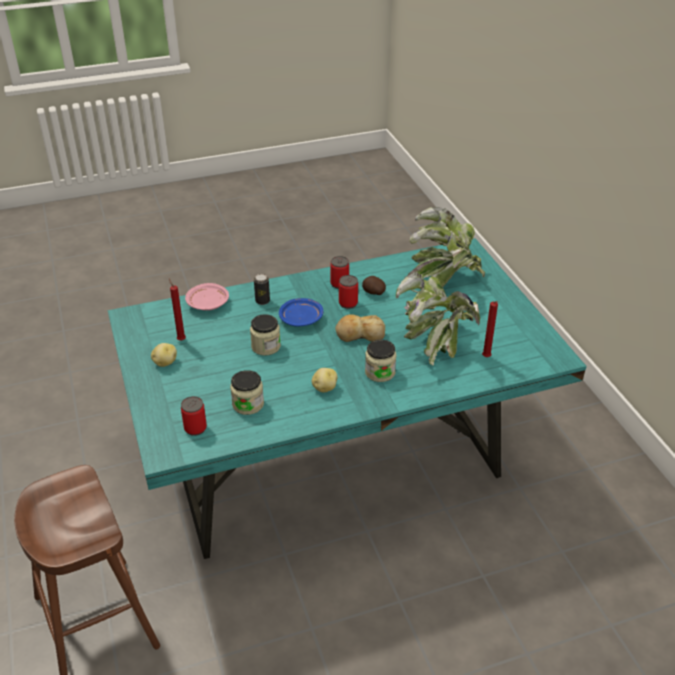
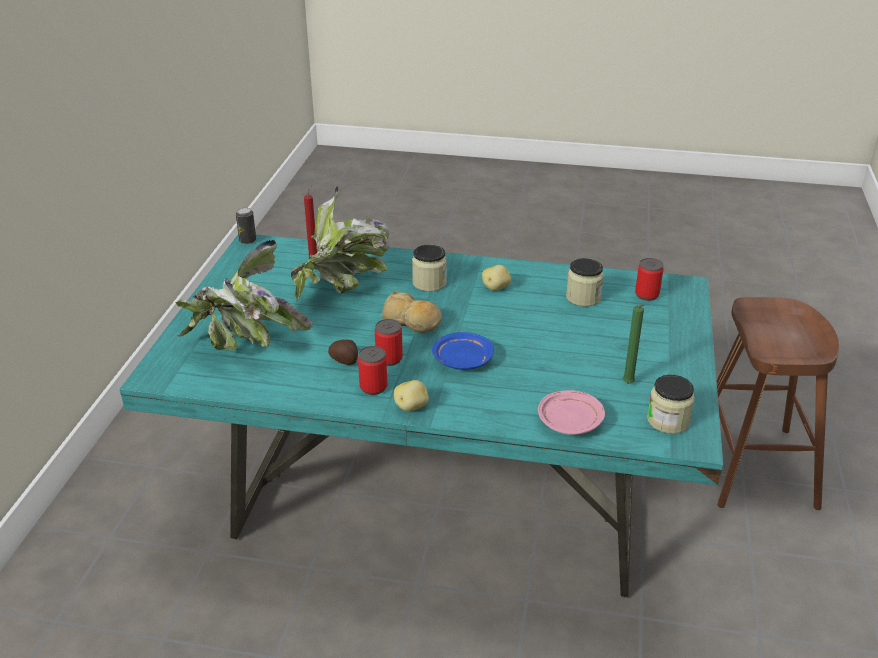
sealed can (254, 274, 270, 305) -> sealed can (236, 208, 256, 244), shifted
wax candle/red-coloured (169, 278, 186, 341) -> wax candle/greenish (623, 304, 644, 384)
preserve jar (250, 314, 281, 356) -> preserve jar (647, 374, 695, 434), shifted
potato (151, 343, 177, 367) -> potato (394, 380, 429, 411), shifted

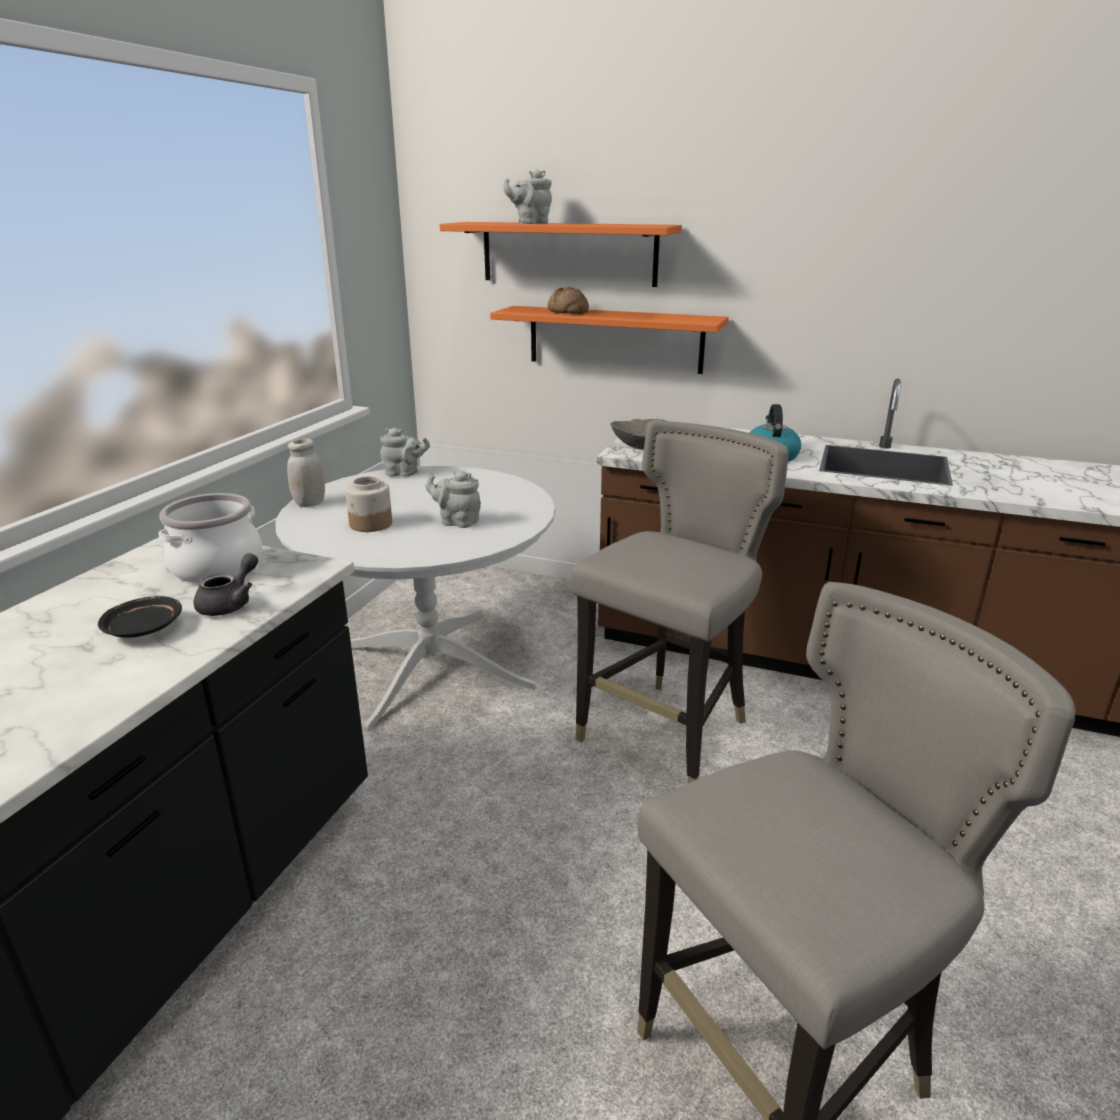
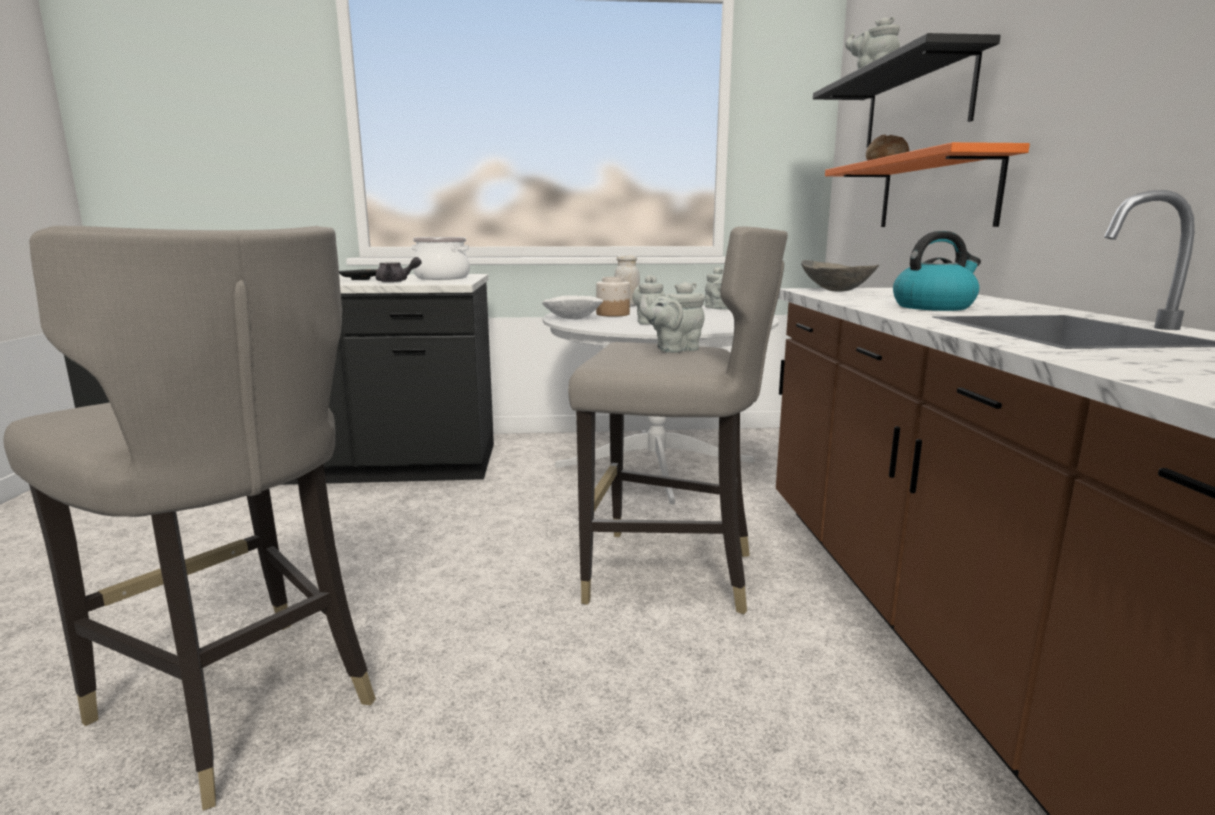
shelf/orange (440, 222, 682, 287) -> shelf/blackish (813, 33, 1001, 148)
none -> teapot/grey (640, 282, 705, 353)
none -> deep dish/white (542, 295, 603, 319)

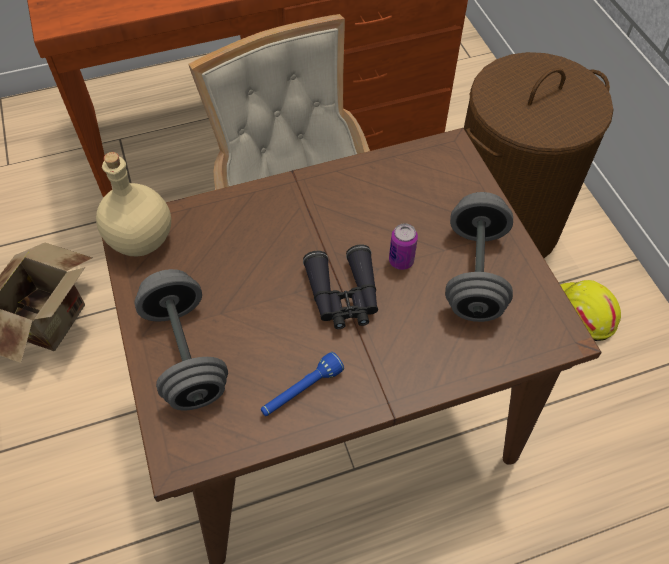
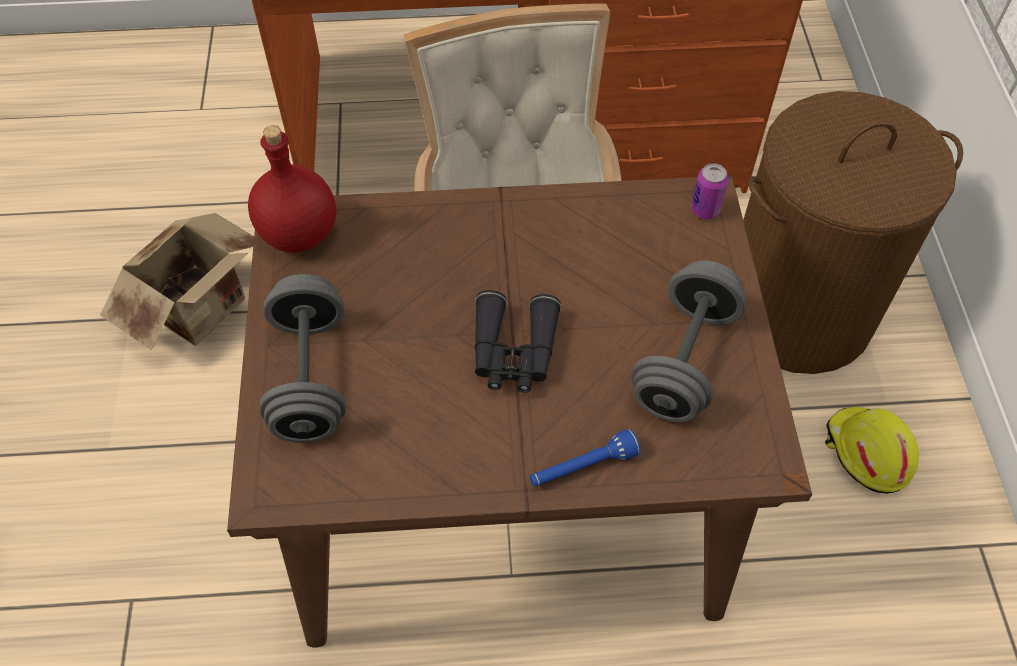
drink bottle/beige (96, 152, 171, 257) -> drink bottle/red-coloured (248, 125, 336, 253)
sealed can (389, 223, 418, 270) -> sealed can (691, 163, 728, 220), shifted
flashlight/bluish (261, 352, 344, 416) -> flashlight/bluish (530, 429, 640, 486), shifted

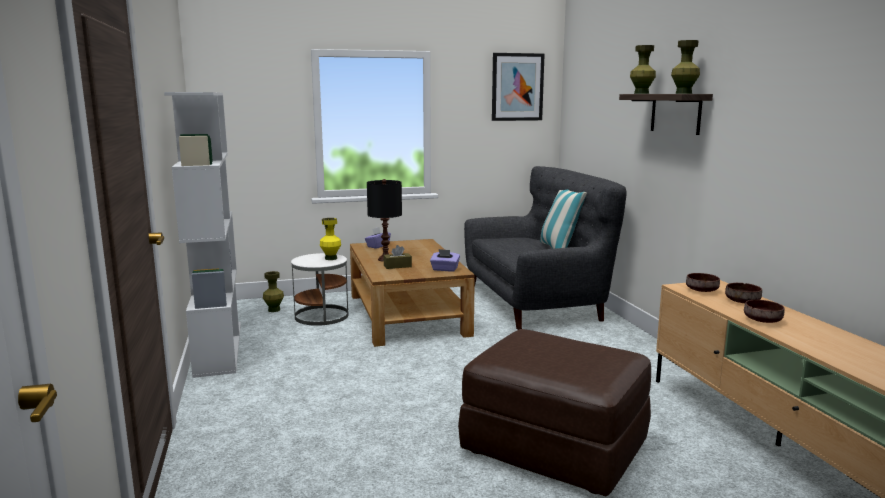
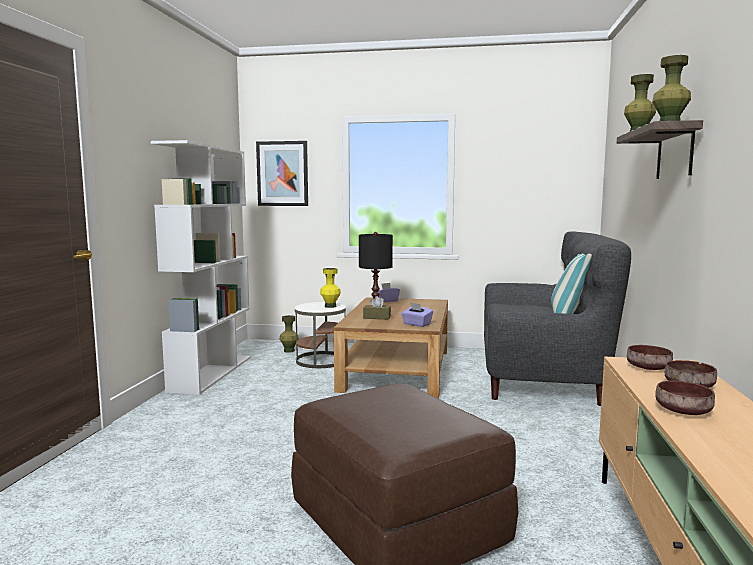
wall art (492, 53, 545, 121) -> wall art (256, 141, 308, 206), shifted

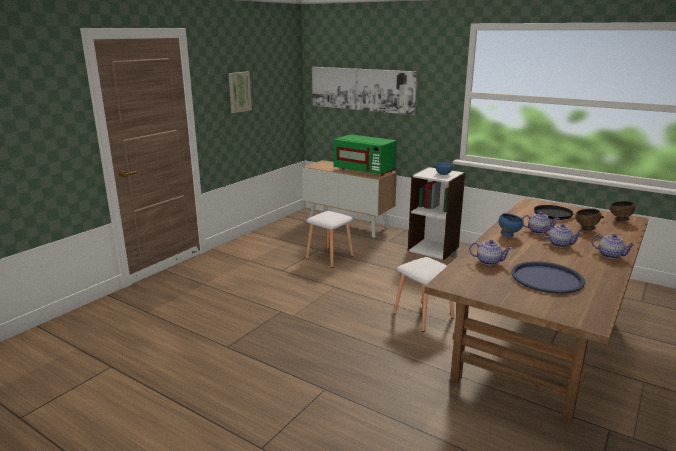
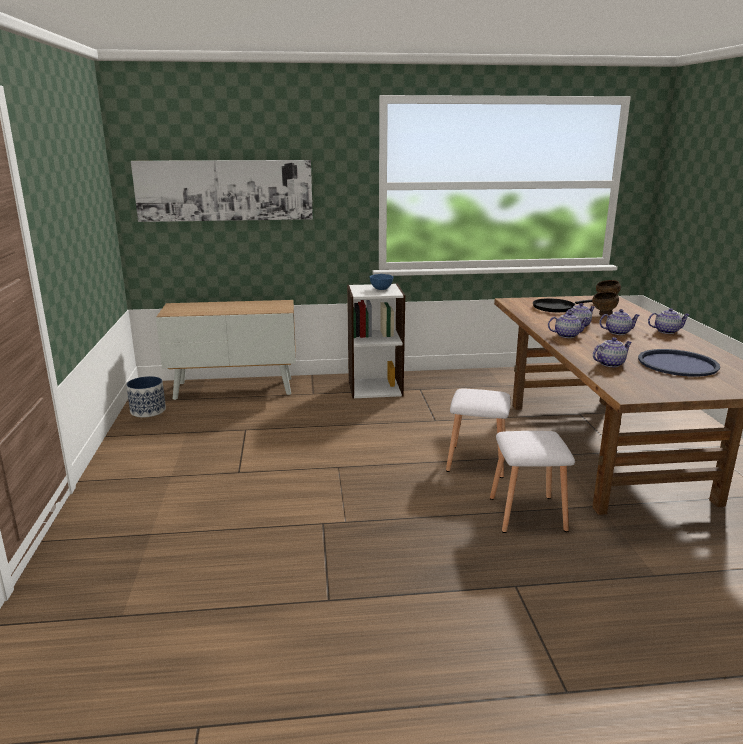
wall art (228, 72, 252, 113) -> none
kitchen microwave/greenish (333, 134, 397, 176) -> none
stool/white (306, 211, 354, 268) -> stool/white (490, 431, 575, 533), shifted
deep dish/bluish (499, 213, 524, 237) -> teapot (548, 312, 589, 338)
none -> flower pot (126, 376, 166, 417)

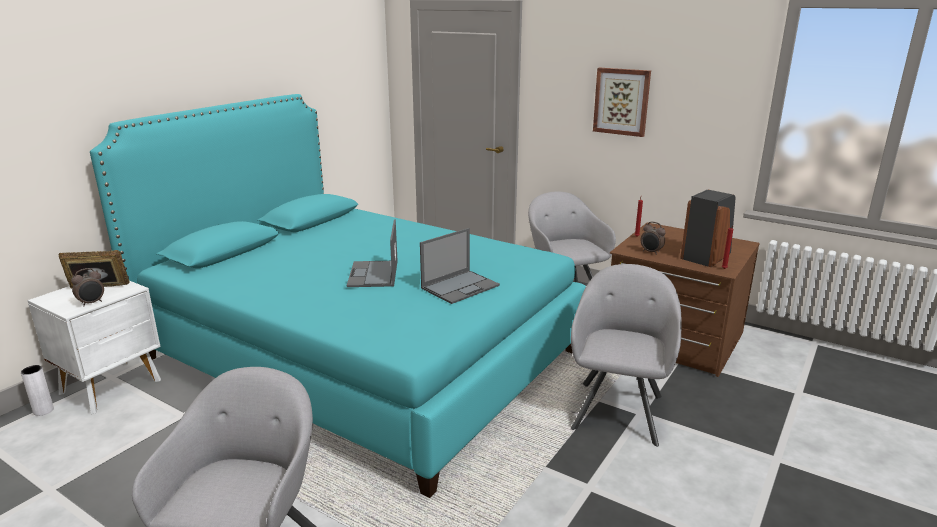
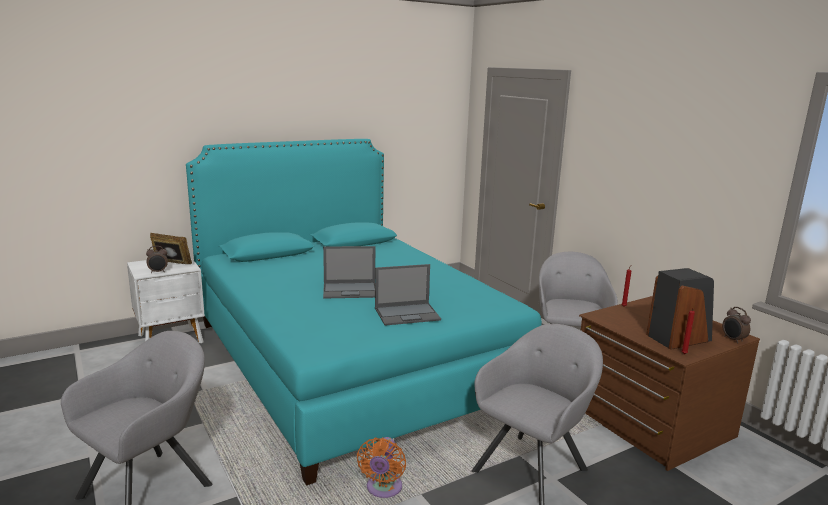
wall art (593, 68, 651, 137) -> none
portable computer (347, 219, 397, 287) -> portable computer (323, 246, 375, 299), 120 degrees counterclockwise
bedside clock (641, 221, 666, 255) -> bedside clock (722, 307, 751, 344), shifted
flower vase/white (21, 365, 54, 416) -> none
none -> fan/orange (357, 437, 406, 498)

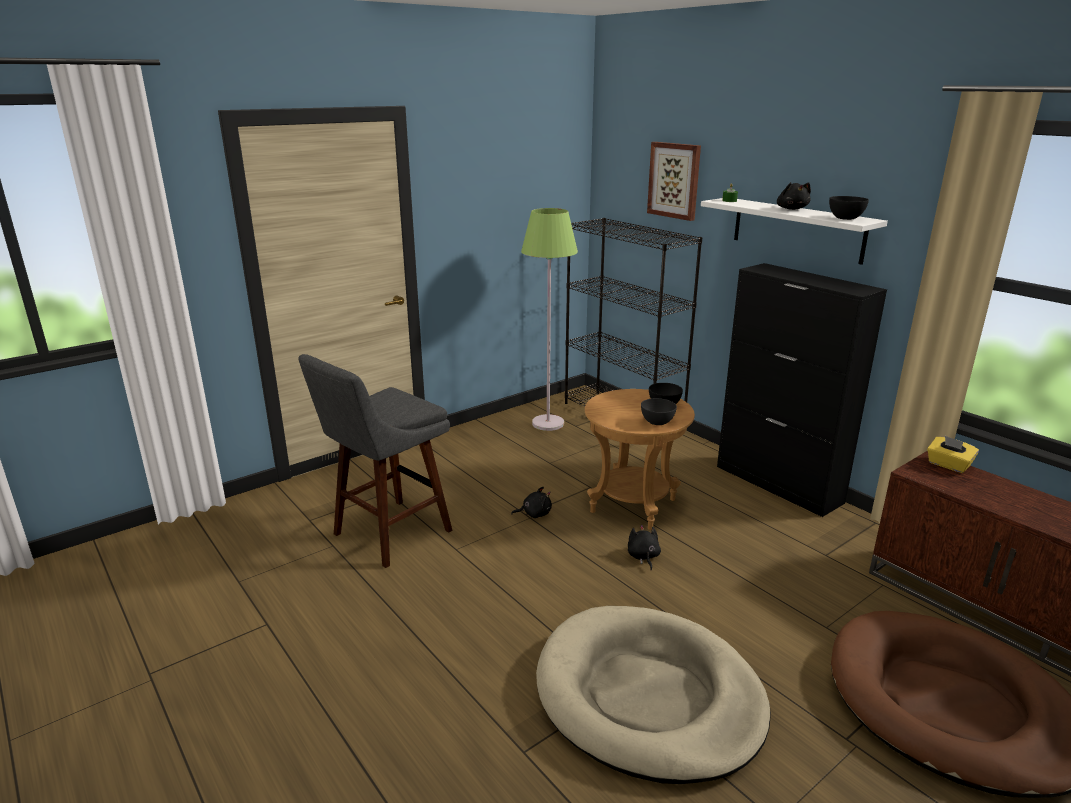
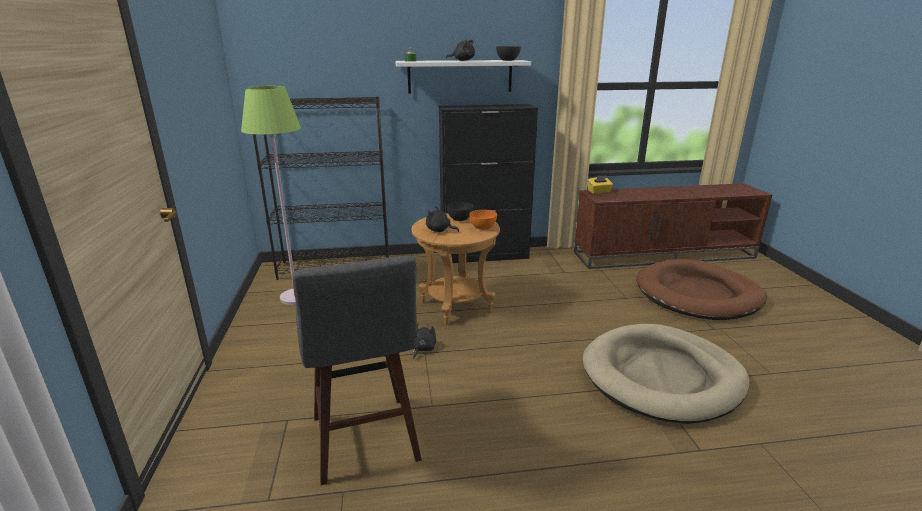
wall art (647, 142, 701, 221) -> none
deep dish/grey (641, 398, 677, 425) -> deep dish/orange (469, 210, 497, 230)
soft toy/blackish (628, 525, 661, 571) -> soft toy/blackish (426, 206, 459, 233), shifted

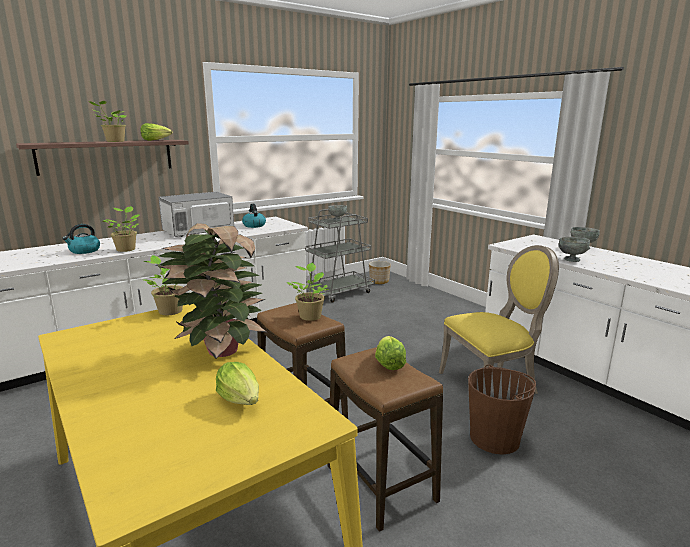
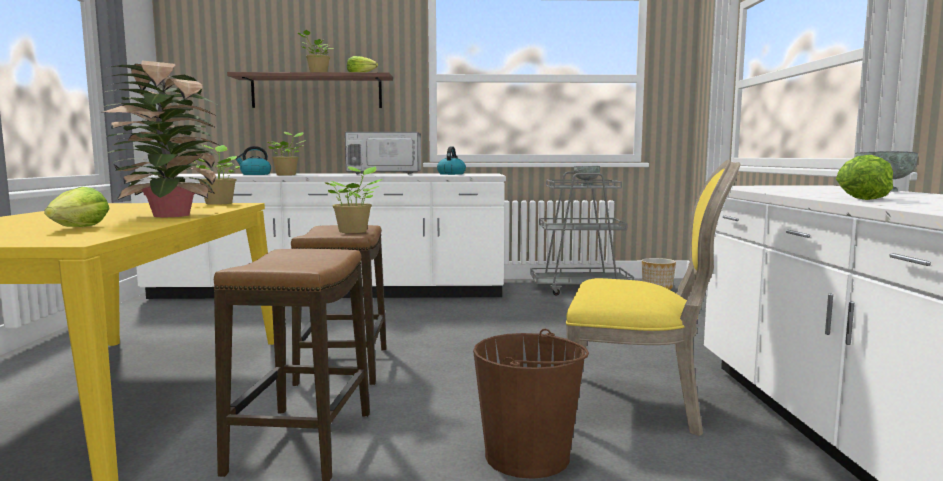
deep dish/grey (558, 237, 590, 262) -> none
lettuce head (375, 336, 406, 370) -> lettuce head (836, 155, 893, 200), shifted

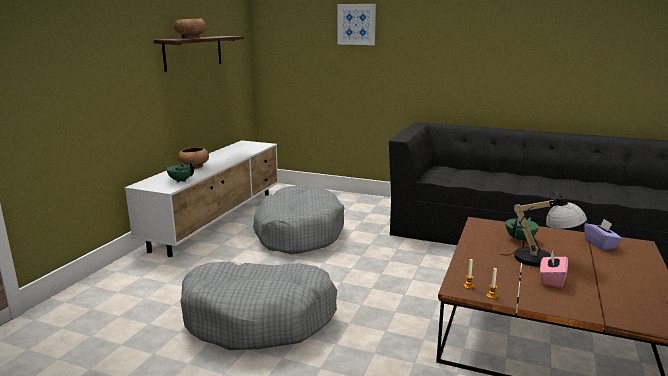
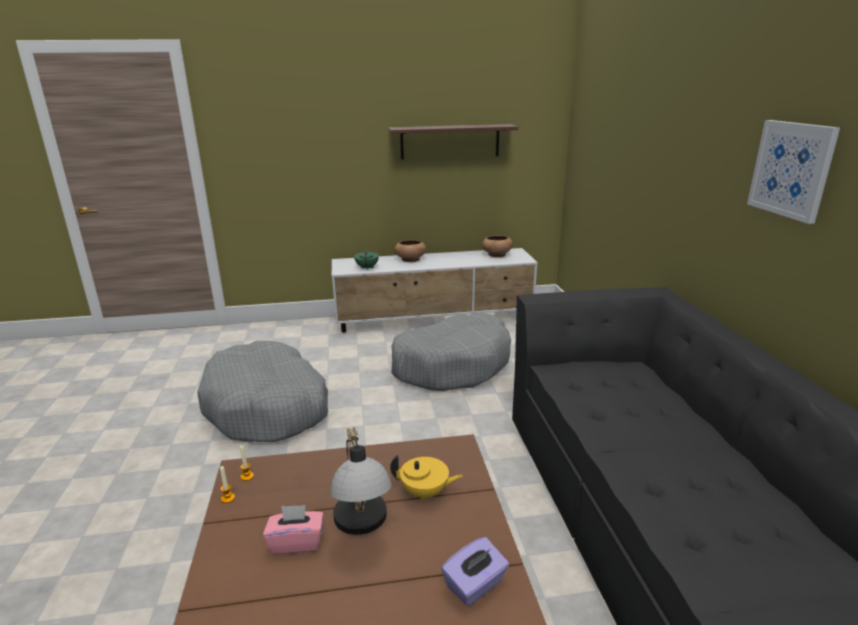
wall art (338, 4, 376, 45) -> wall art (747, 120, 840, 224), shifted
deep dish/brown (174, 18, 206, 39) -> deep dish/brown (482, 235, 513, 257), shifted
teapot/greenish (506, 217, 539, 242) -> teapot/yellowish (390, 455, 463, 502)

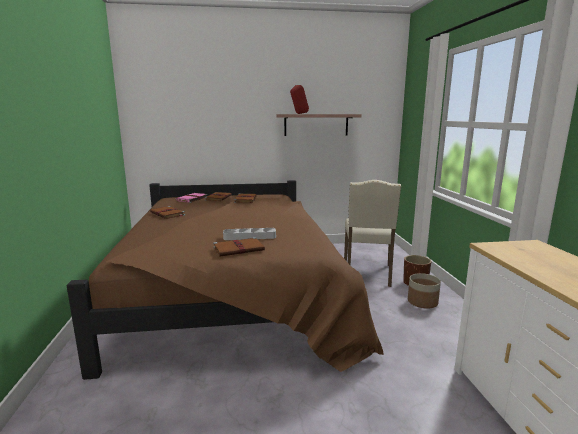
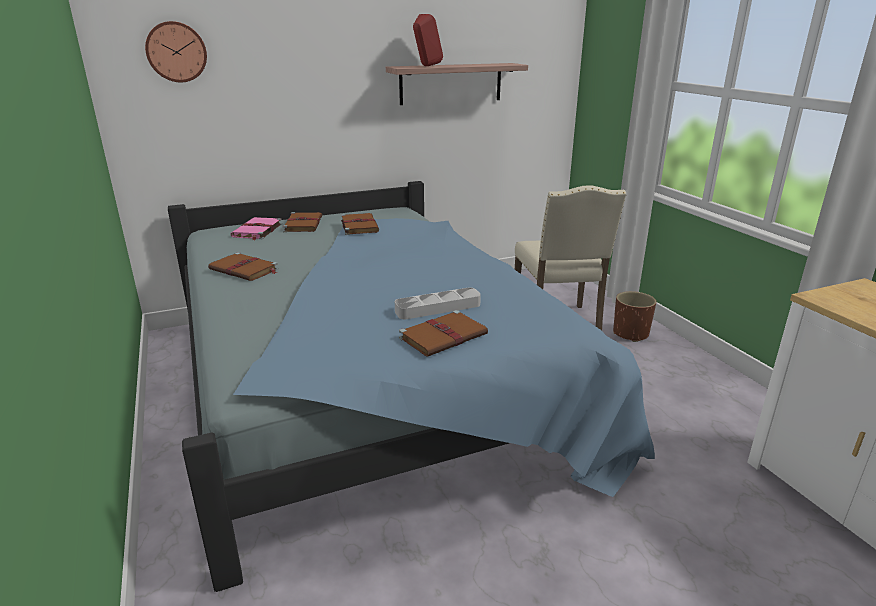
bed/brown (66, 180, 384, 380) -> bed/bluish (168, 181, 655, 592)
flower pot (408, 273, 441, 309) -> none
none -> clock on the wall (145, 21, 207, 82)

